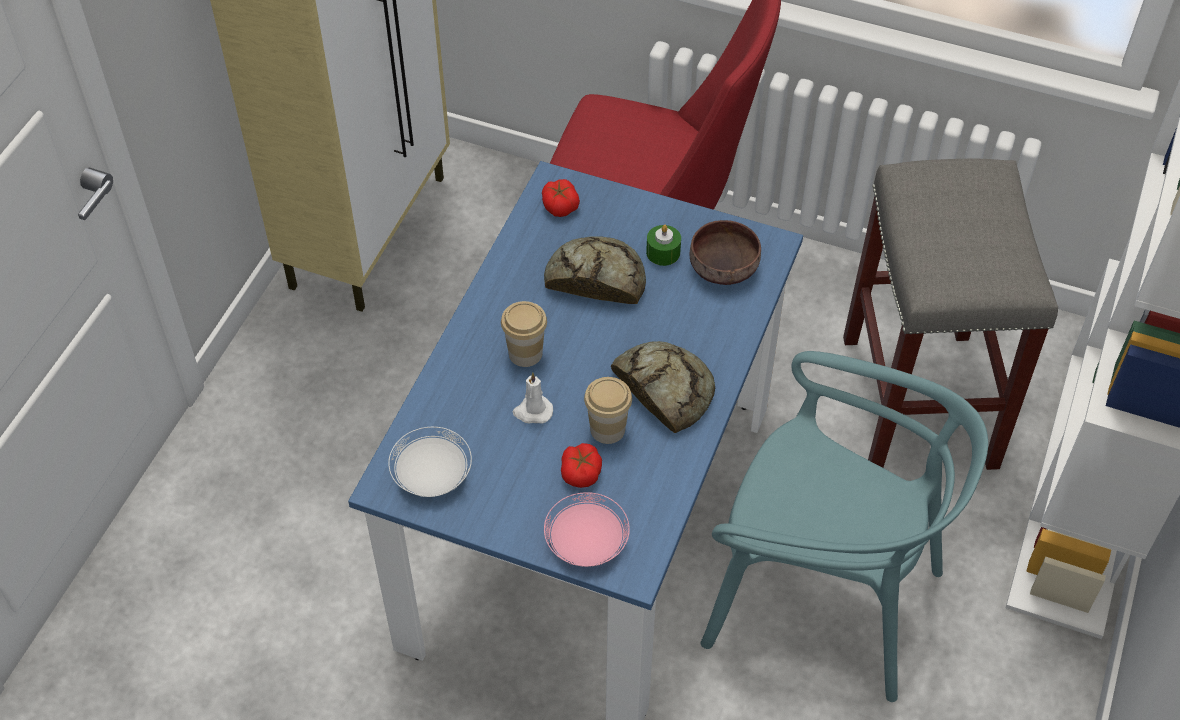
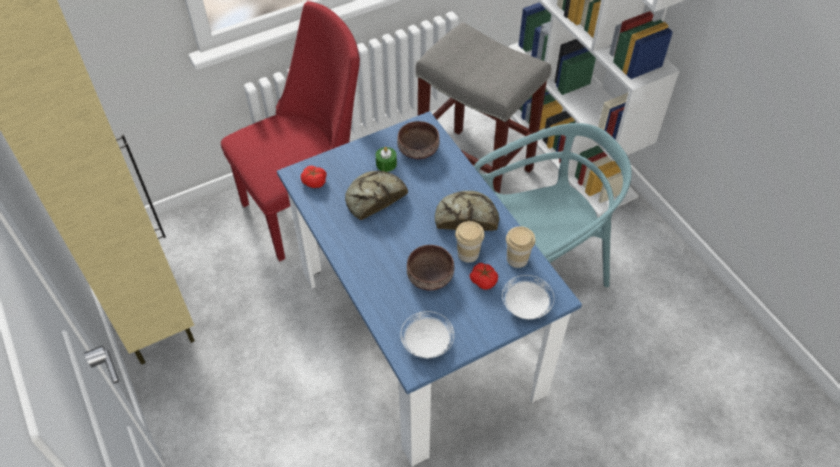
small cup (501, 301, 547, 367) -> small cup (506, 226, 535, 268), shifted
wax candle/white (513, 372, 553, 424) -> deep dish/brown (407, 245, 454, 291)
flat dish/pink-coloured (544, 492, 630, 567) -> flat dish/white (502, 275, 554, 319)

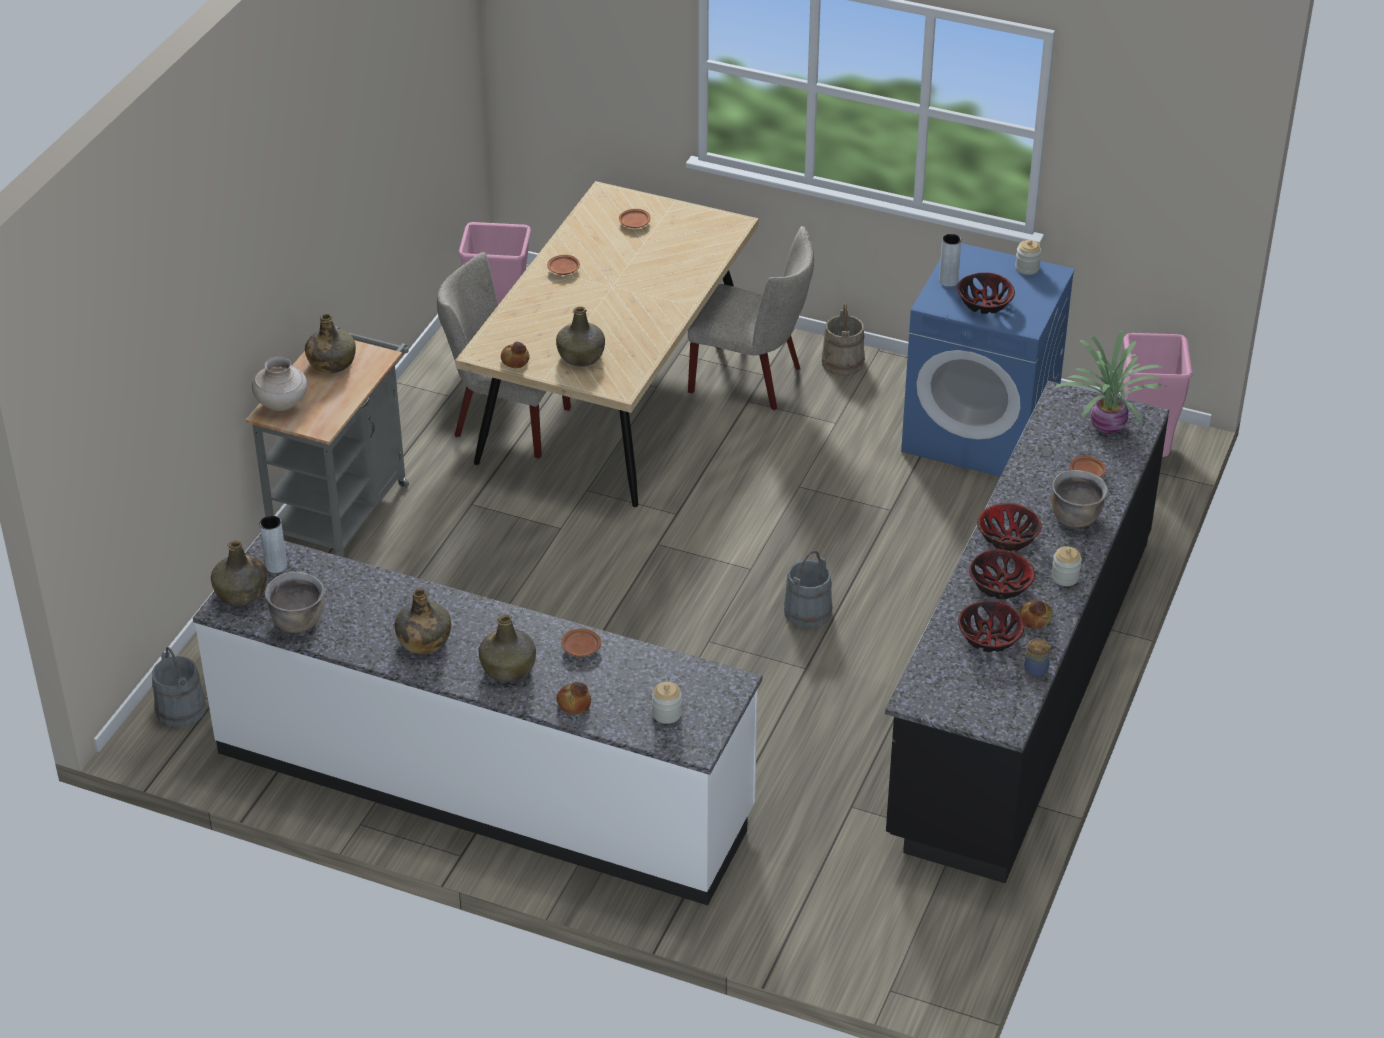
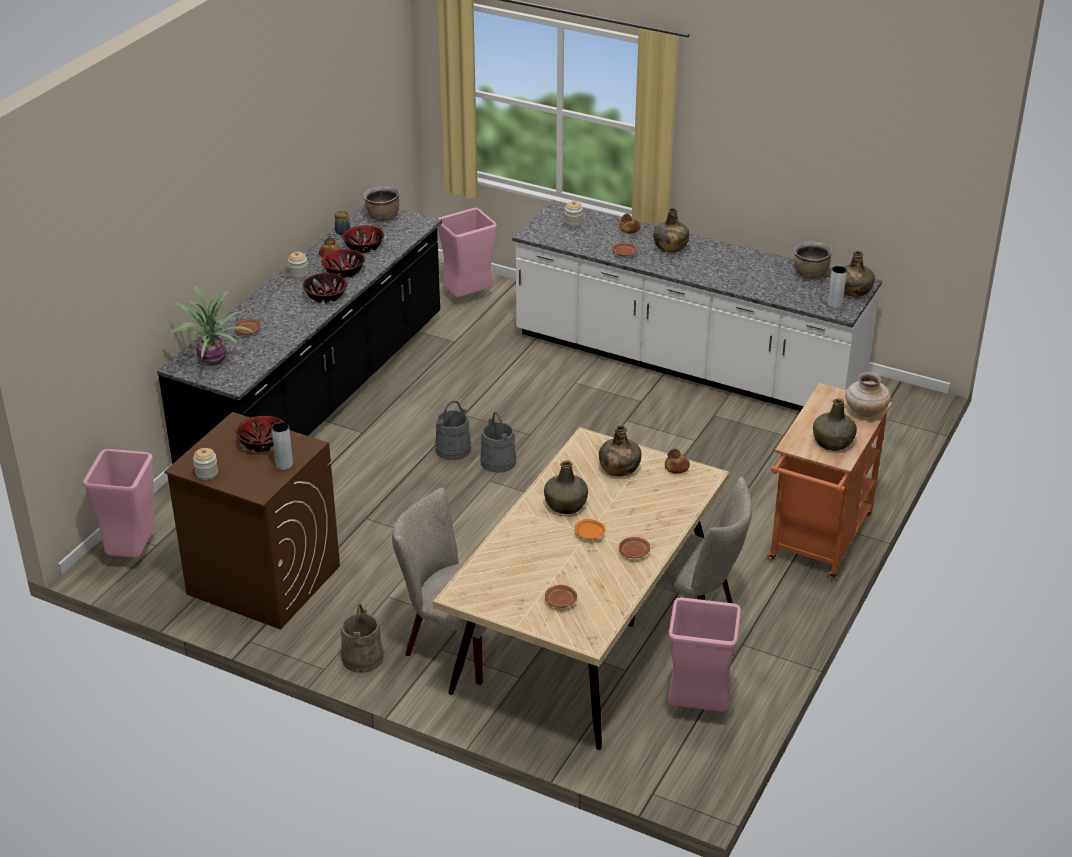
washing machine/bluish (901, 243, 1075, 477) -> washing machine/brown (164, 412, 340, 630)
wheeled cart/grey (246, 326, 409, 557) -> wheeled cart/orange (767, 383, 892, 580)
saucepot/brown (1052, 470, 1108, 528) -> saucepot/brown (363, 186, 400, 221), shifted
drink bottle/greenish (394, 589, 451, 654) -> drink bottle/greenish (544, 460, 588, 514), shifted
bucket/grey (152, 647, 206, 727) -> bucket/grey (480, 412, 516, 473), shifted
none -> trash can/pink-coloured (438, 208, 497, 297)
none -> flat dish/orange (574, 519, 605, 539)

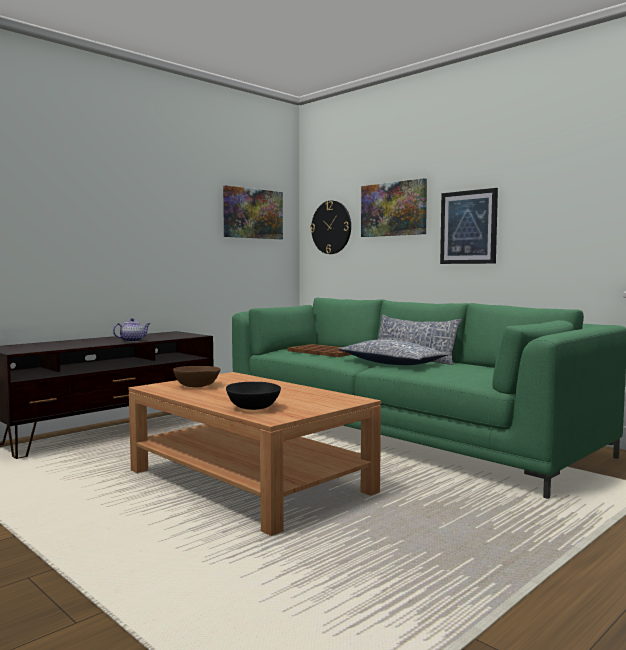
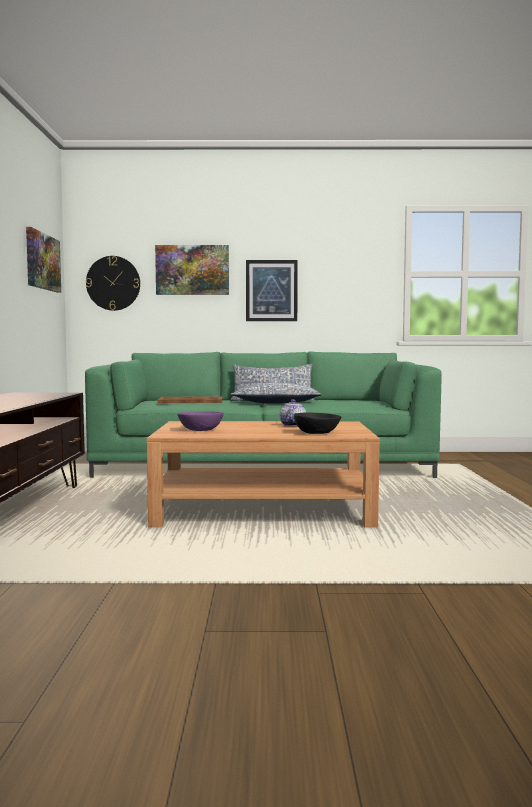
teapot (113, 318, 151, 342) -> teapot (280, 399, 306, 426), shifted
deep dish/brown (173, 366, 221, 387) -> deep dish/purple (177, 411, 224, 431)

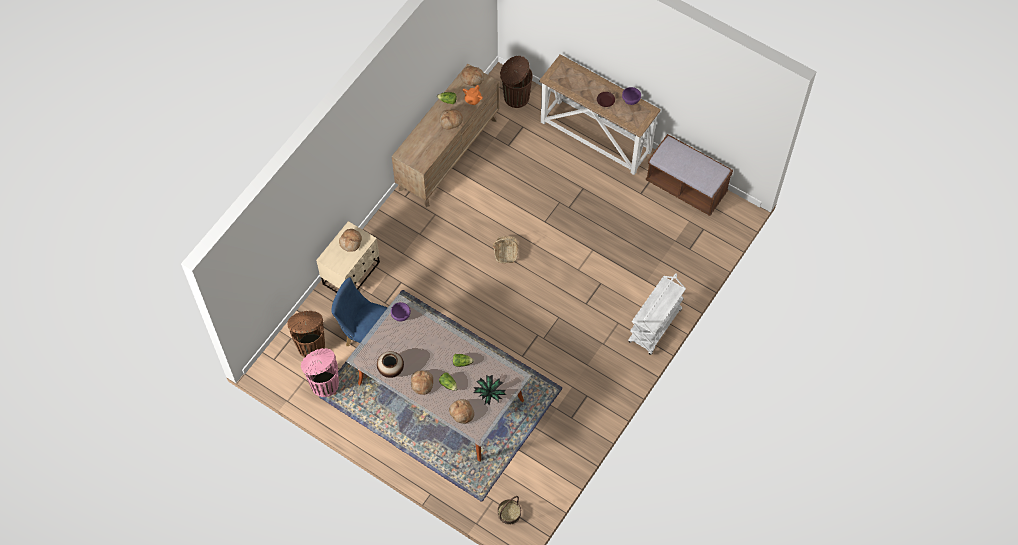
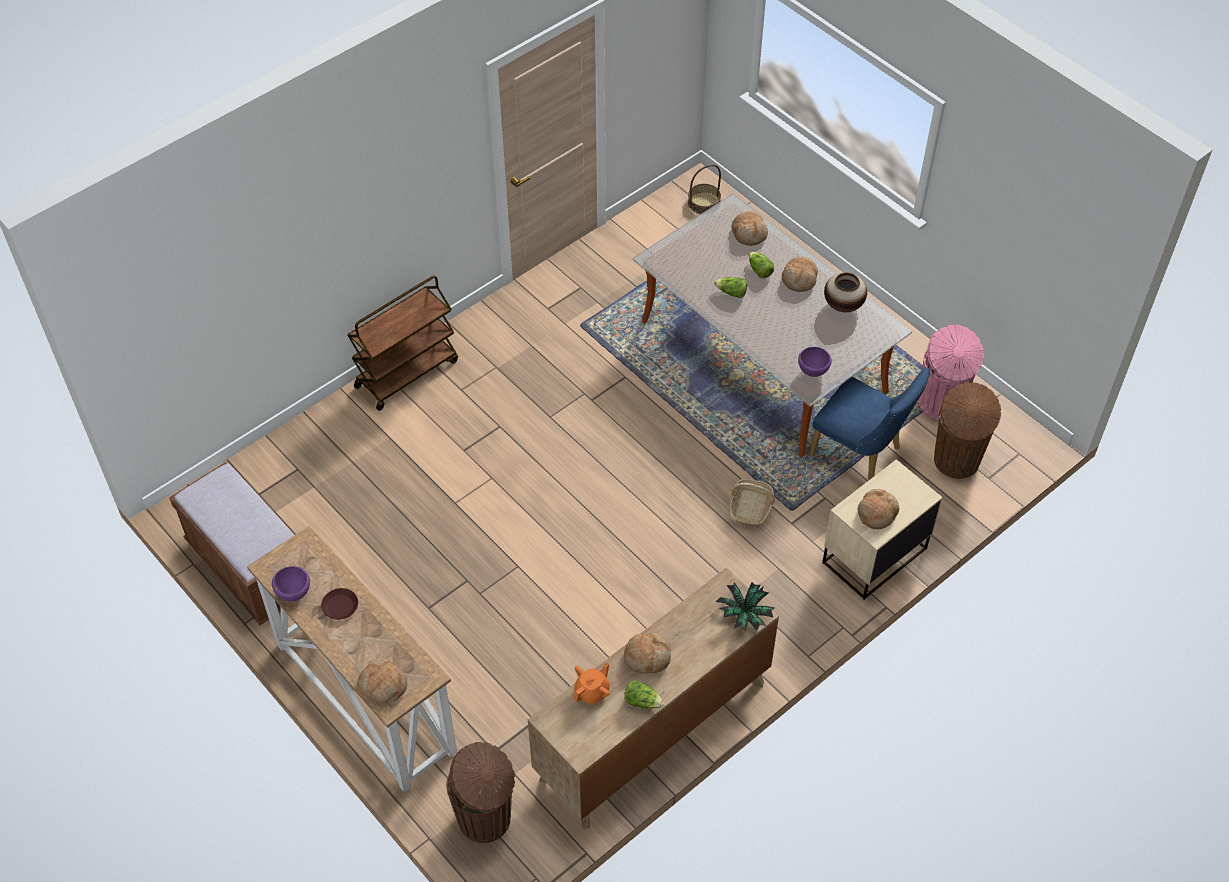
bakery bread (461, 66, 484, 86) -> bakery bread (357, 658, 407, 703), shifted
storage basket (493, 236, 518, 263) -> storage basket (730, 479, 775, 527), shifted
wheeled cart/white (628, 273, 686, 355) -> wheeled cart/brown (347, 275, 458, 411)
plant in a pot (474, 375, 506, 406) -> plant in a pot (716, 582, 775, 631), shifted

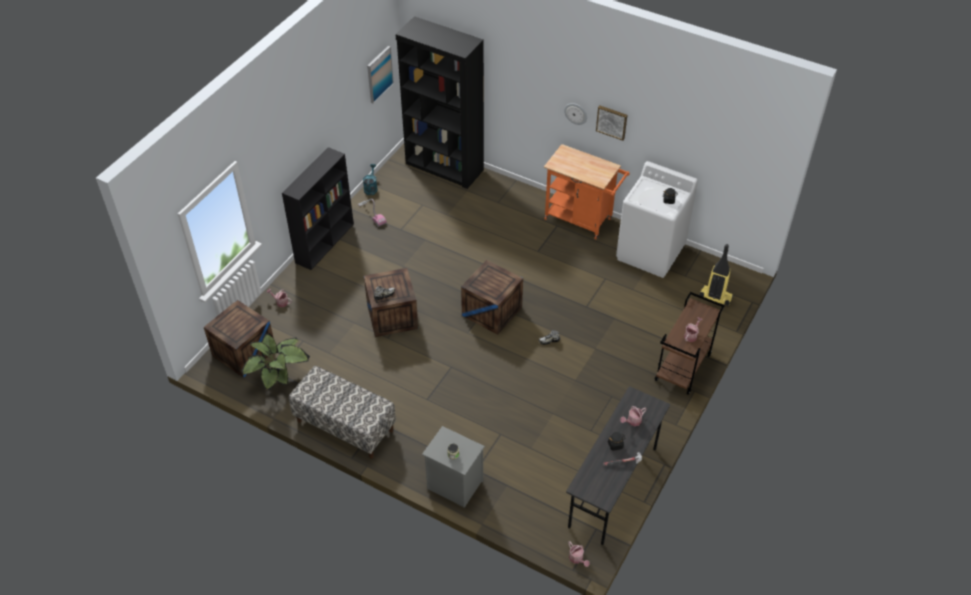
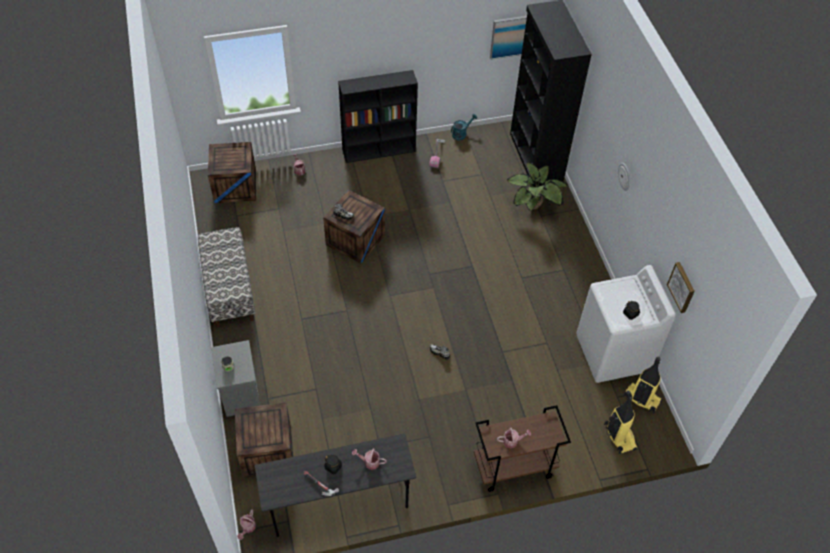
wall art (596, 106, 627, 141) -> wall art (667, 262, 695, 313), shifted
wheeled cart/orange (544, 144, 630, 240) -> none
packing crate (461, 260, 523, 335) -> packing crate (235, 403, 293, 478), shifted
plant in a pot (241, 333, 310, 390) -> plant in a pot (507, 162, 568, 211), shifted
none -> vacuum cleaner (623, 356, 662, 414)

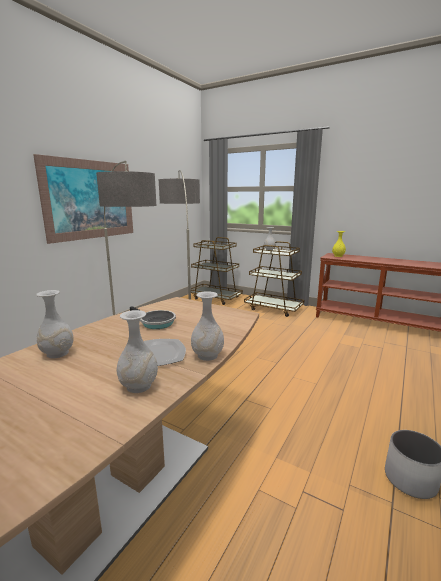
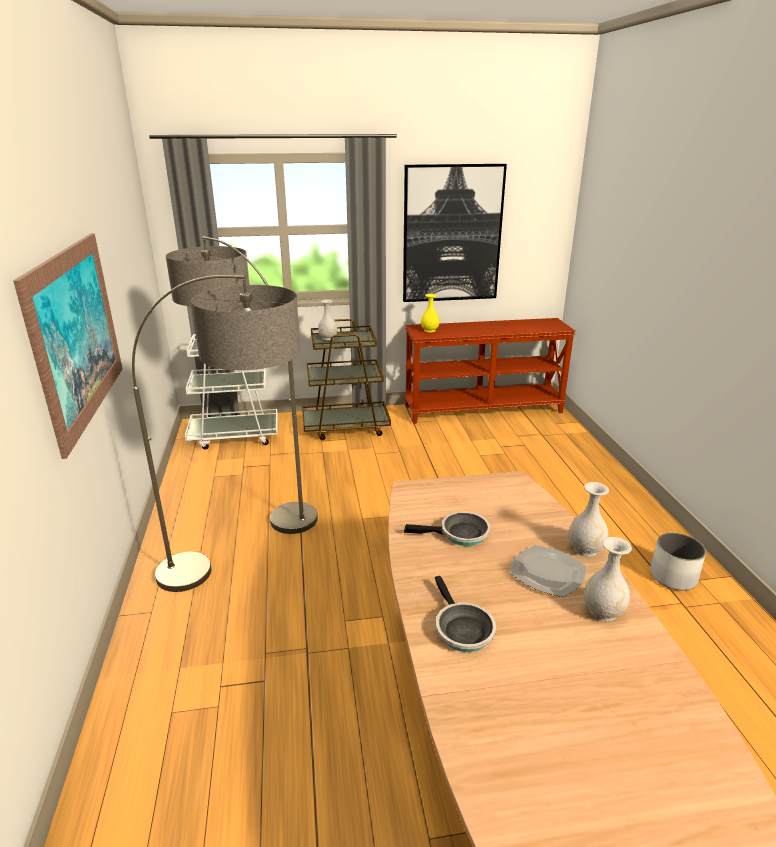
wheeled cart/brown (191, 237, 243, 305) -> wheeled cart/white (185, 334, 278, 450)
flower vase/white (36, 290, 74, 358) -> skillet (435, 576, 496, 652)
none -> wall art (403, 164, 507, 302)

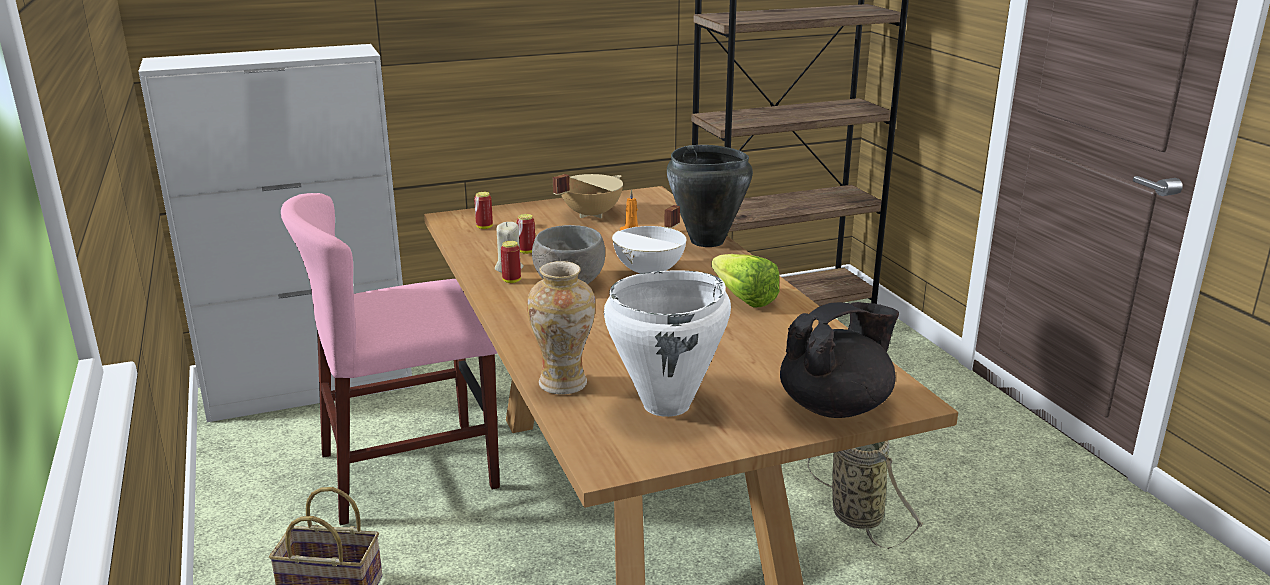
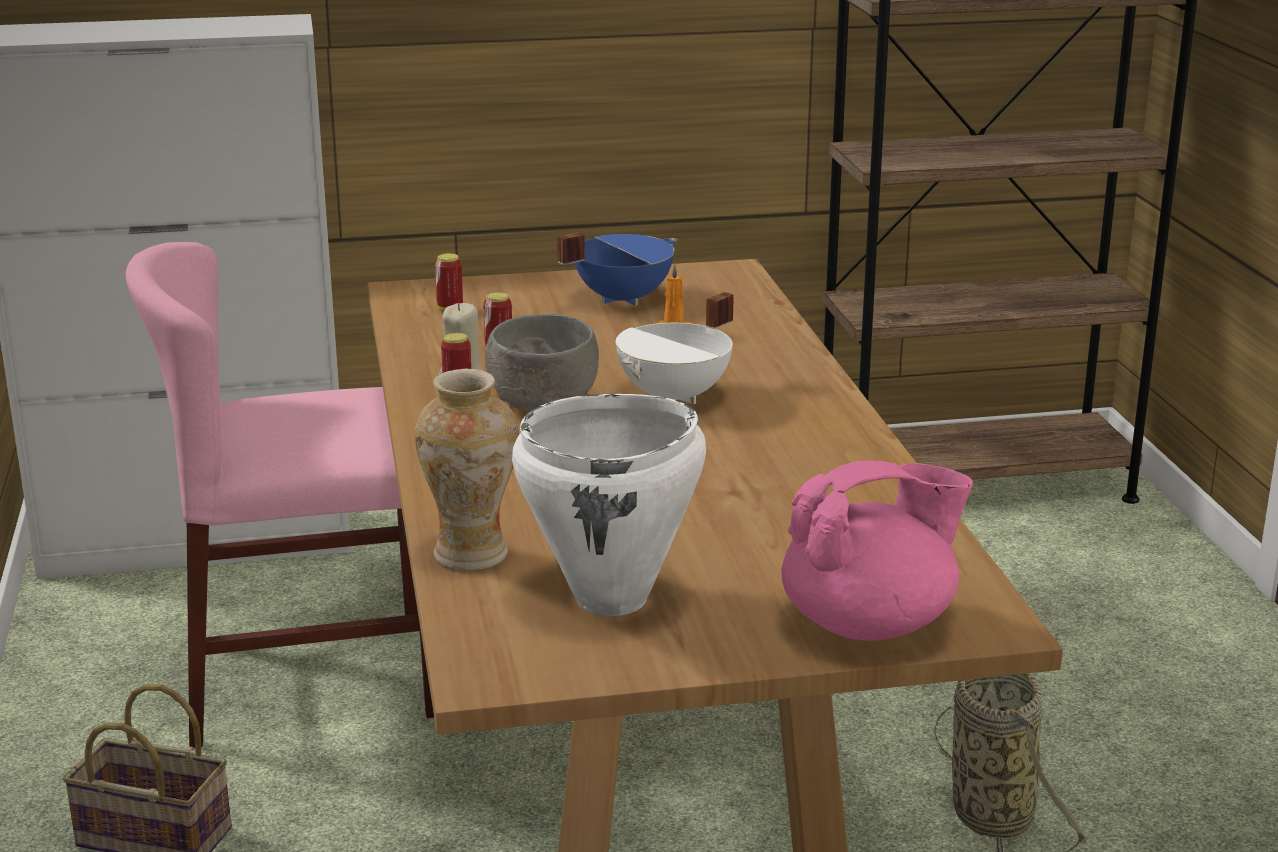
saucepot/blackish (667, 145, 753, 247) -> none
saucepot/beige (553, 174, 623, 218) -> saucepot/bluish (557, 232, 677, 306)
lettuce head (711, 254, 779, 308) -> none
teapot/blackish (780, 302, 899, 418) -> teapot/pink-coloured (781, 461, 973, 641)

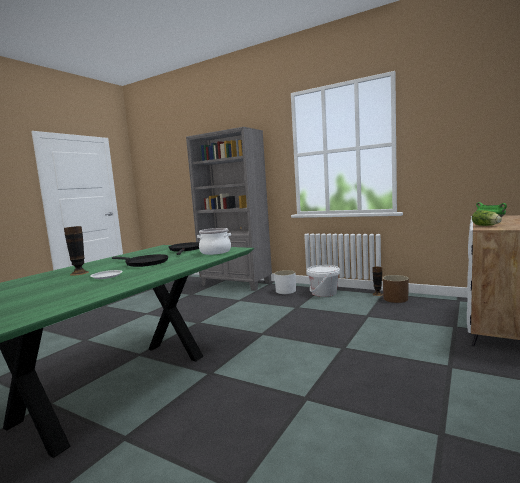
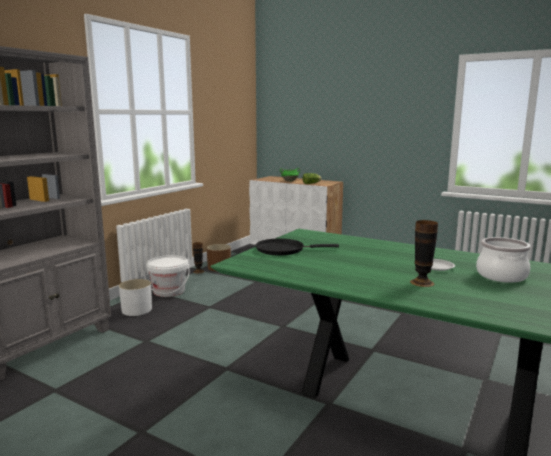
saucepot (197, 228, 231, 255) -> saucepot (476, 237, 531, 283), shifted
skillet/blackish (112, 254, 168, 267) -> none

